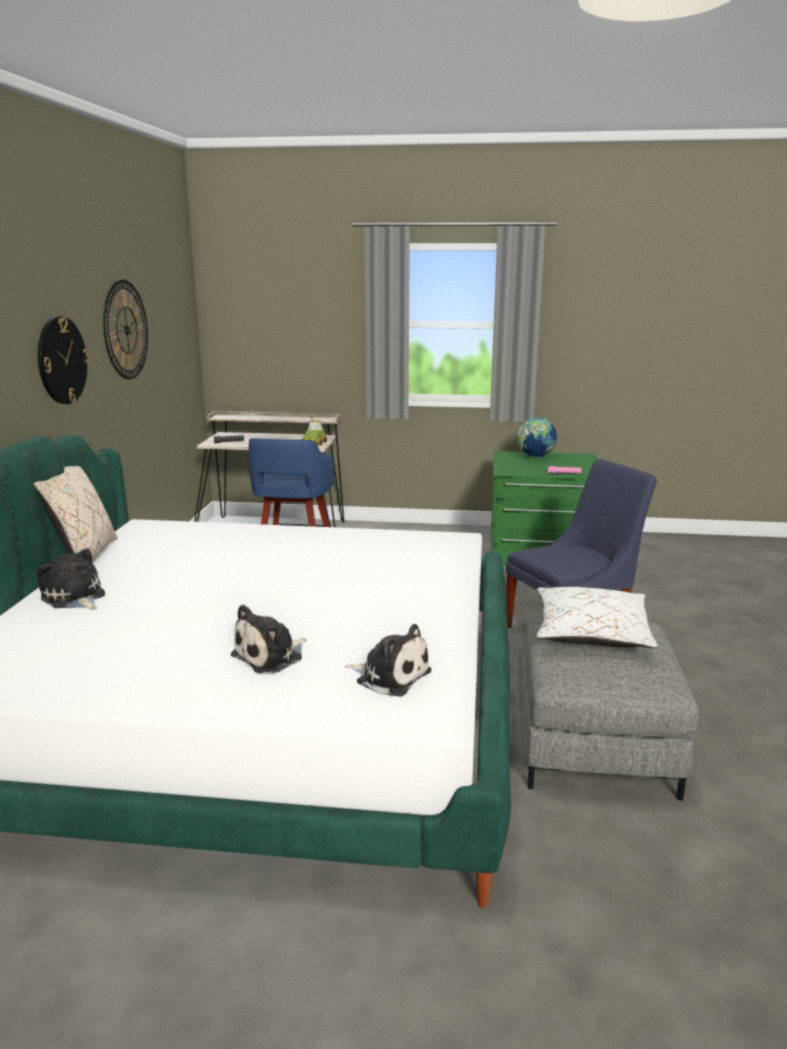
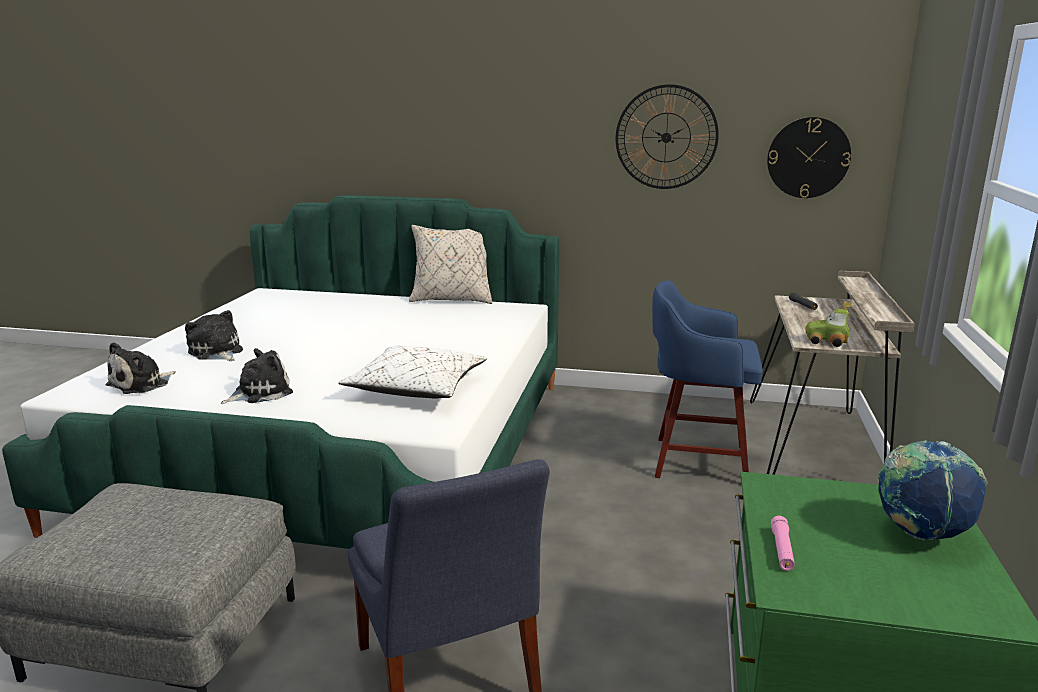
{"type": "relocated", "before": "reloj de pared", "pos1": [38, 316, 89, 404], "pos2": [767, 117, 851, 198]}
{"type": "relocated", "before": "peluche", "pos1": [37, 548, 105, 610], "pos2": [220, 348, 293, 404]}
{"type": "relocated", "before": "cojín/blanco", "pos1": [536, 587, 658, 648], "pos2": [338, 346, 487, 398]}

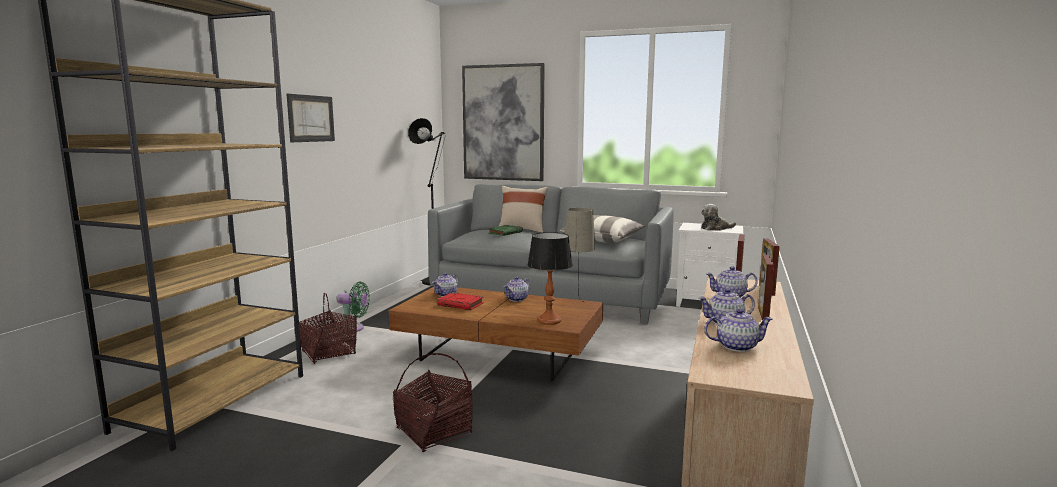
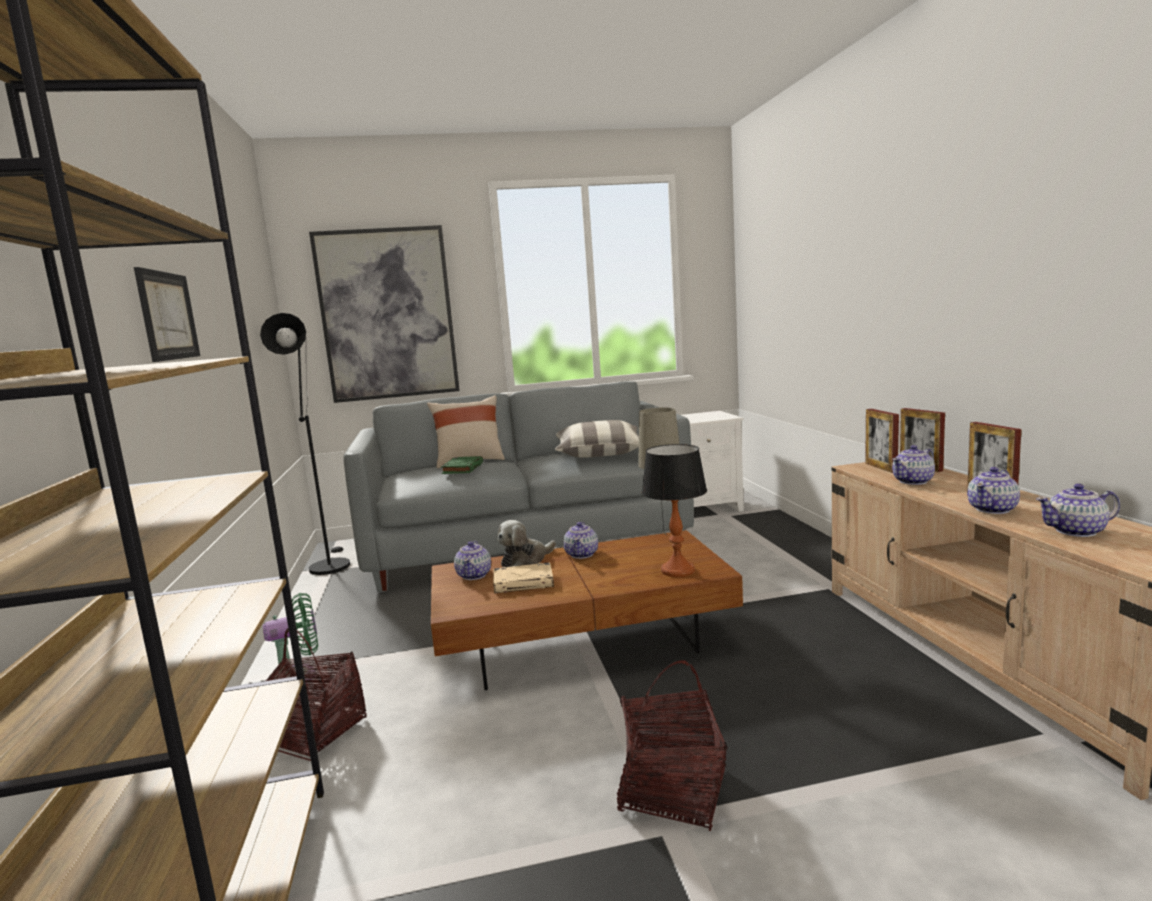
{"type": "relocated", "before": "peluche", "pos1": [701, 204, 736, 230], "pos2": [497, 520, 556, 567]}
{"type": "colour", "before": "libro/rojo", "after": "libro/beis", "pos1": [437, 292, 484, 310], "pos2": [493, 562, 554, 593]}
{"type": "spun", "before": "tetera", "pos1": [704, 309, 773, 352], "pos2": [1036, 484, 1120, 537], "turn": -150}

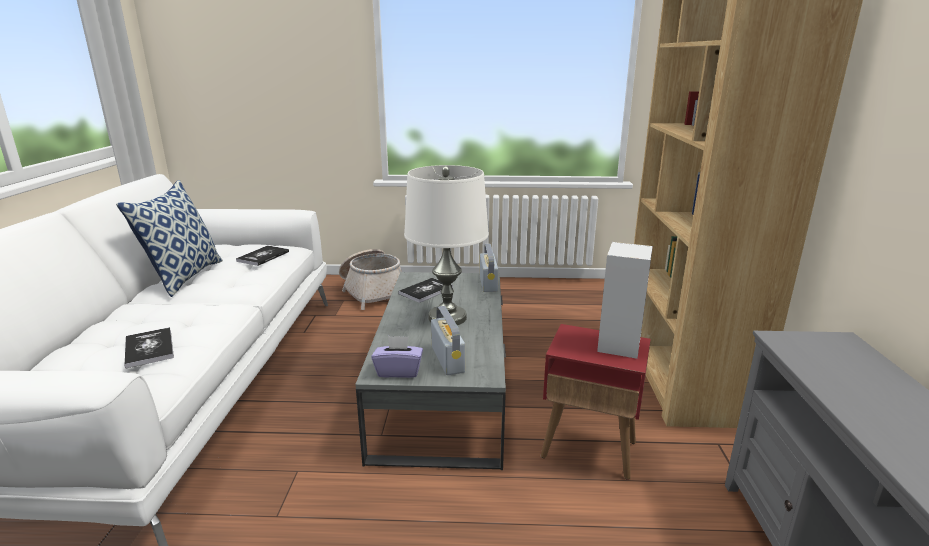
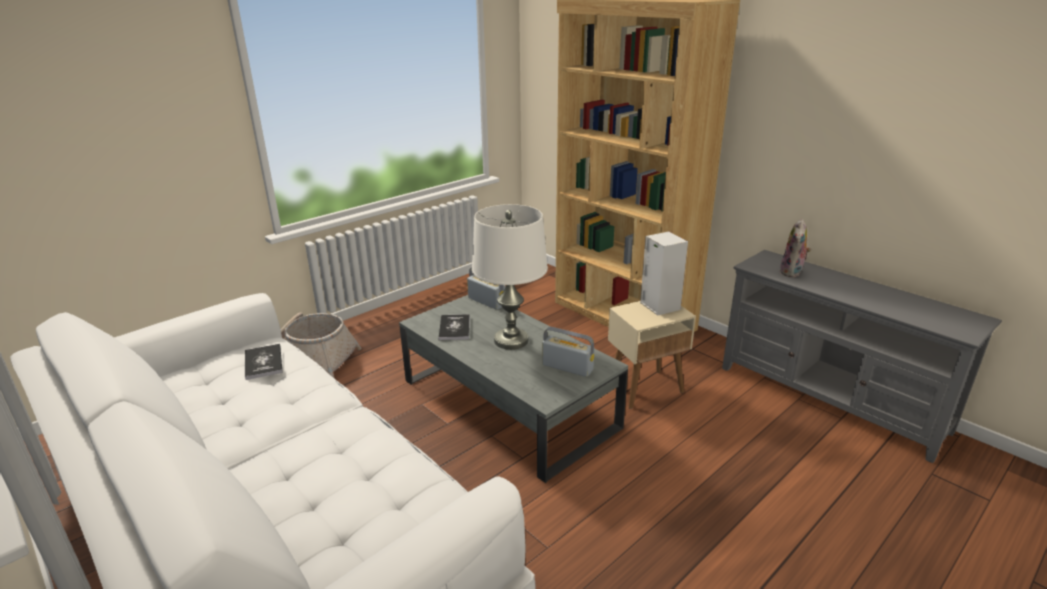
{"type": "missing", "before": "cojín", "pos1": [116, 180, 223, 297]}
{"type": "colour", "before": "mesa auxiliar/rojo", "after": "mesa auxiliar/beis", "pos1": [541, 324, 651, 480], "pos2": [608, 301, 696, 409]}
{"type": "missing", "before": "libro", "pos1": [125, 327, 174, 369]}
{"type": "missing", "before": "caja de pañuelos/morado", "pos1": [371, 336, 423, 378]}
{"type": "appeared", "after": "peluche", "pos2": [780, 219, 811, 277]}

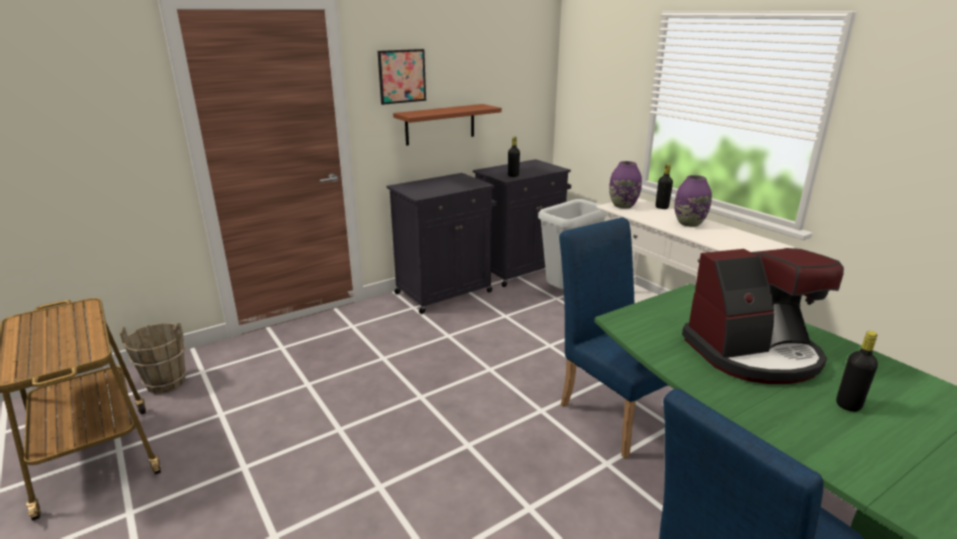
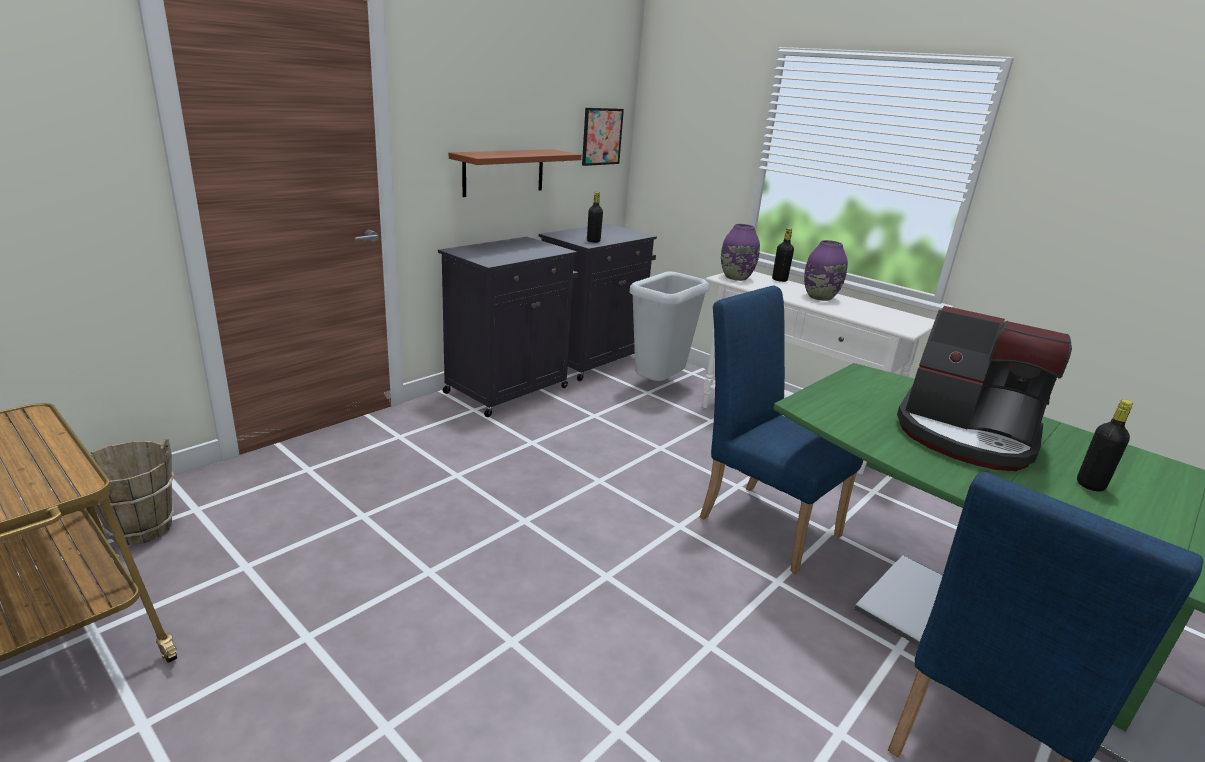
{"type": "relocated", "before": "cuadro", "pos1": [377, 49, 426, 105], "pos2": [582, 108, 624, 166]}
{"type": "spun", "before": "cafetera", "pos1": [682, 248, 844, 384], "pos2": [897, 306, 1072, 471], "turn": 60}

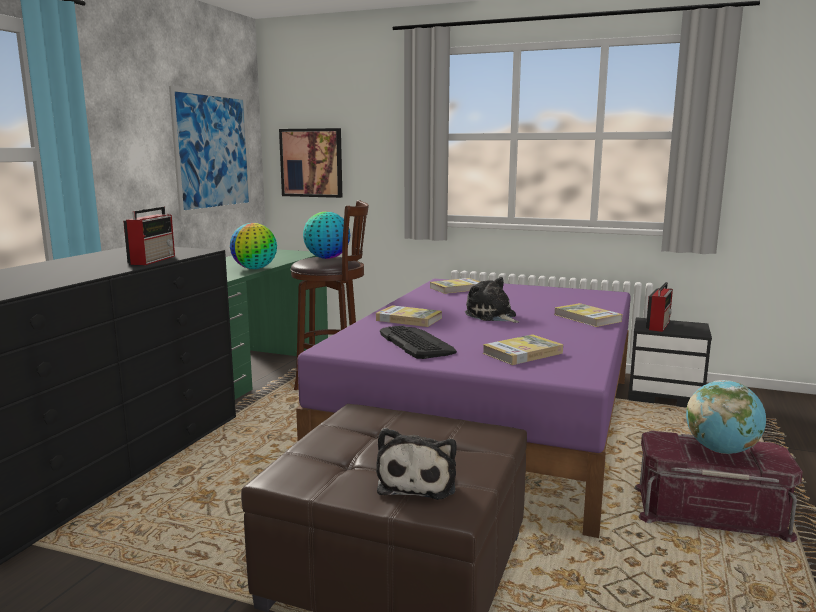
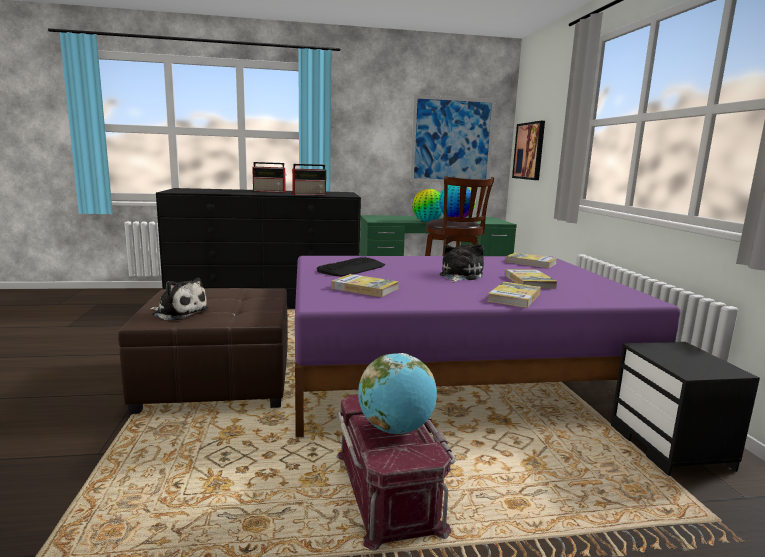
{"type": "relocated", "before": "radio", "pos1": [646, 282, 673, 332], "pos2": [252, 162, 286, 193]}
{"type": "relocated", "before": "libro", "pos1": [376, 305, 442, 327], "pos2": [505, 269, 558, 289]}
{"type": "spun", "before": "peluche", "pos1": [376, 428, 457, 500], "pos2": [150, 278, 209, 320], "turn": -135}

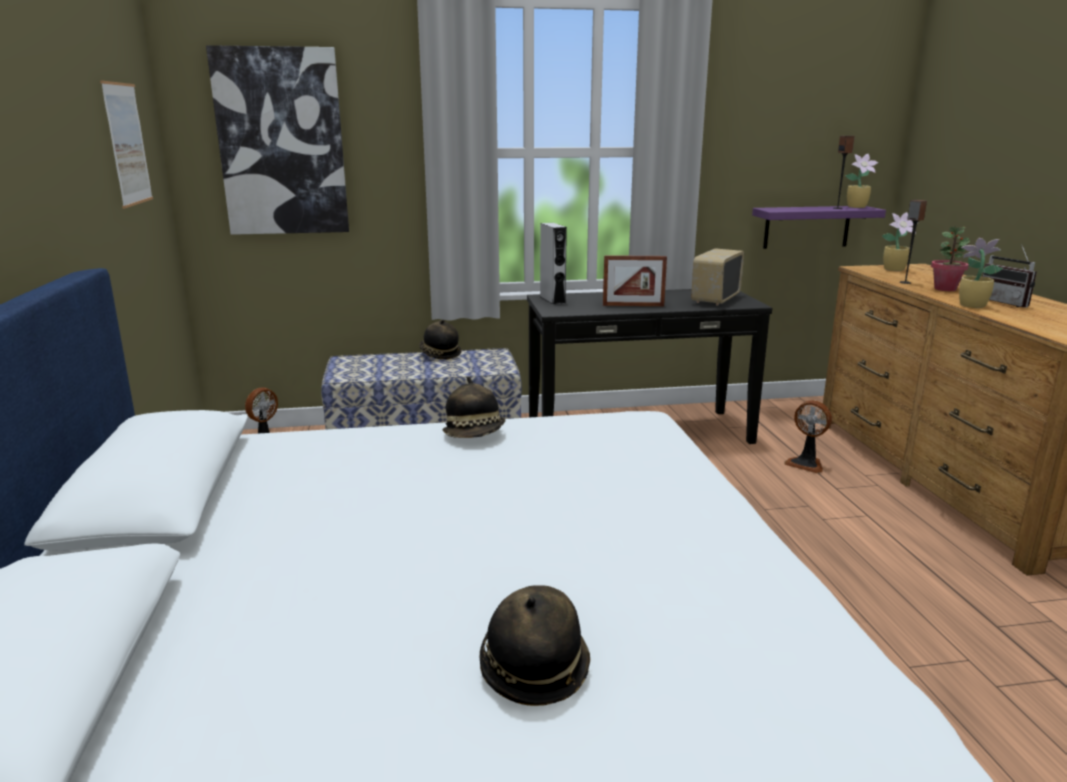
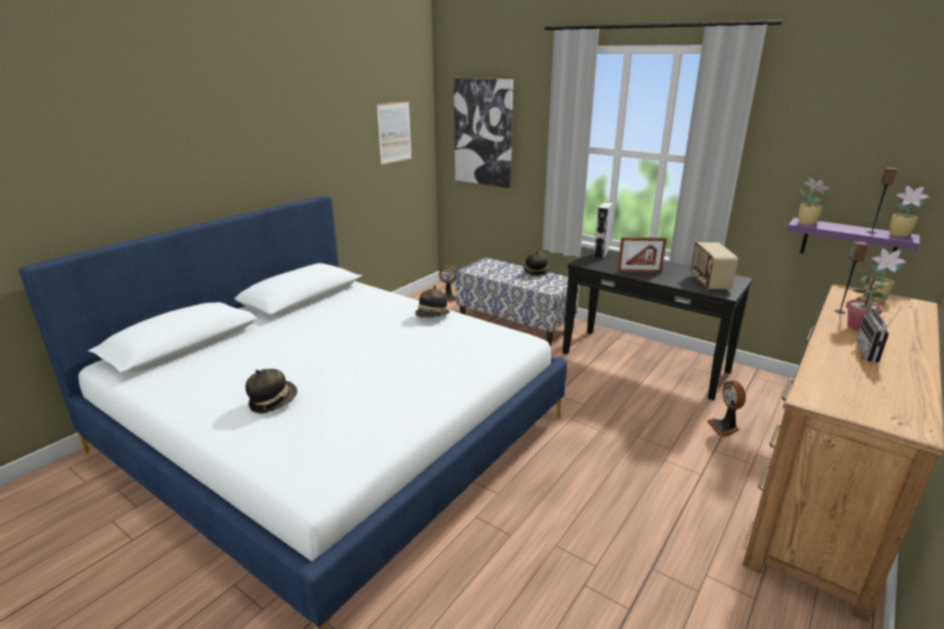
{"type": "relocated", "before": "planta en maceta", "pos1": [959, 238, 1003, 308], "pos2": [798, 178, 830, 225]}
{"type": "spun", "before": "radio", "pos1": [691, 248, 744, 305], "pos2": [691, 242, 738, 290], "turn": -75}
{"type": "spun", "before": "portarretratos", "pos1": [603, 255, 667, 306], "pos2": [617, 237, 667, 273], "turn": -45}

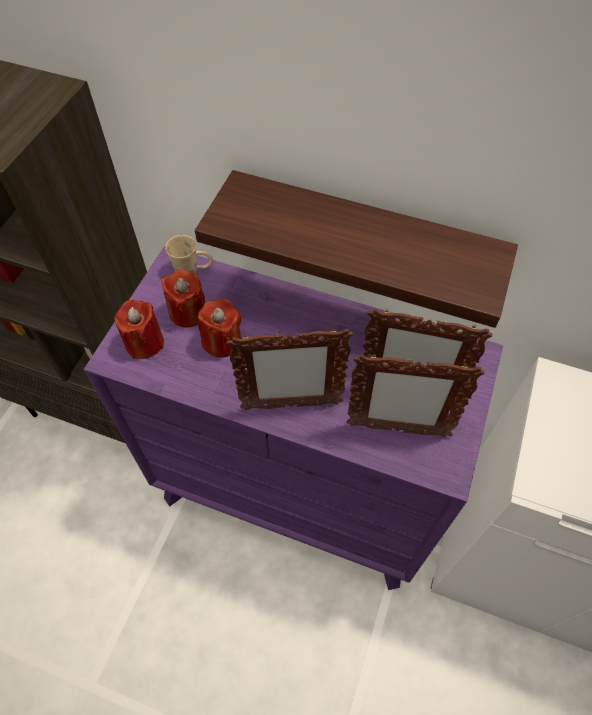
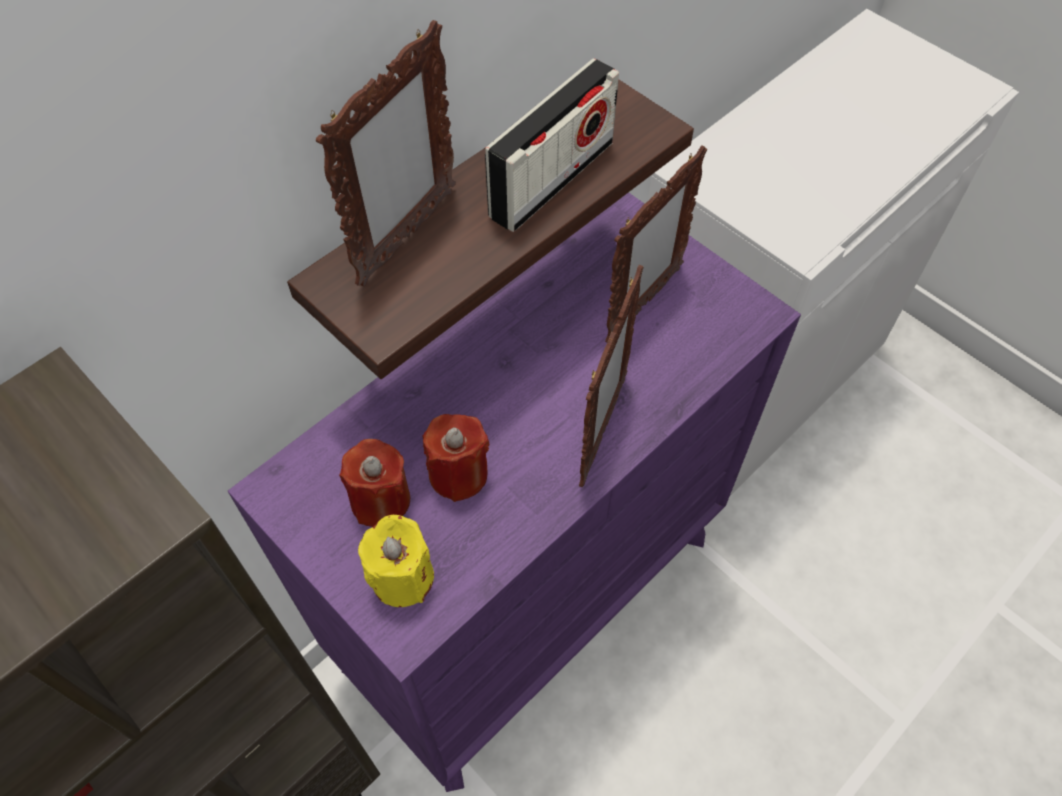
{"type": "missing", "before": "taza grande/beis", "pos1": [165, 235, 214, 273]}
{"type": "colour", "before": "vela/rojo", "after": "vela/amarillo", "pos1": [114, 300, 164, 359], "pos2": [358, 515, 434, 607]}
{"type": "relocated", "before": "portarretratos", "pos1": [347, 354, 485, 437], "pos2": [316, 20, 456, 287]}
{"type": "appeared", "after": "radio", "pos2": [485, 58, 619, 232]}

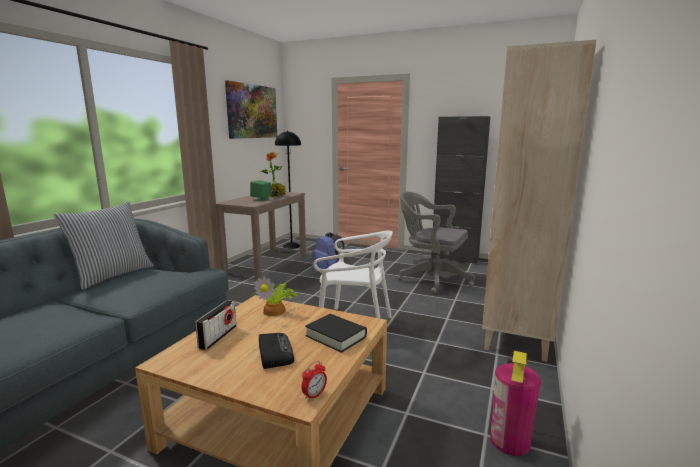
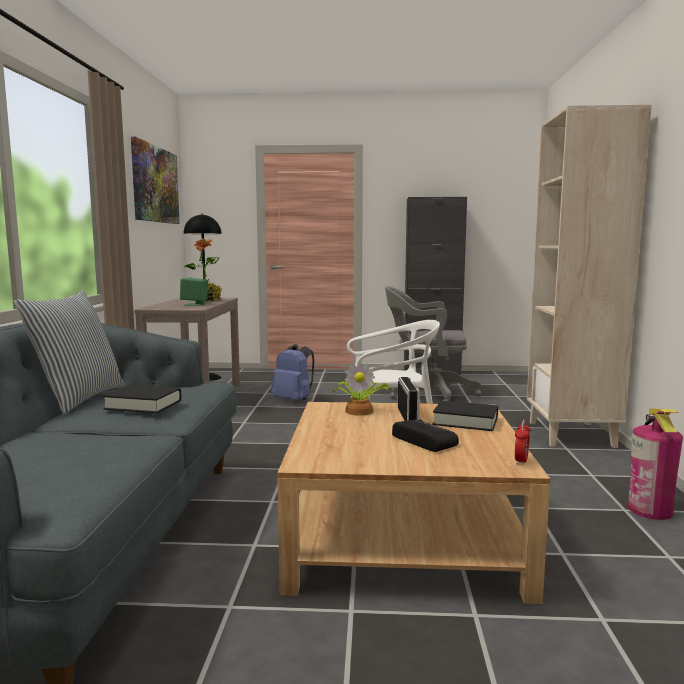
{"type": "relocated", "before": "radio", "pos1": [195, 300, 236, 350], "pos2": [398, 377, 420, 421]}
{"type": "appeared", "after": "libro/negro", "pos2": [103, 385, 181, 413]}

